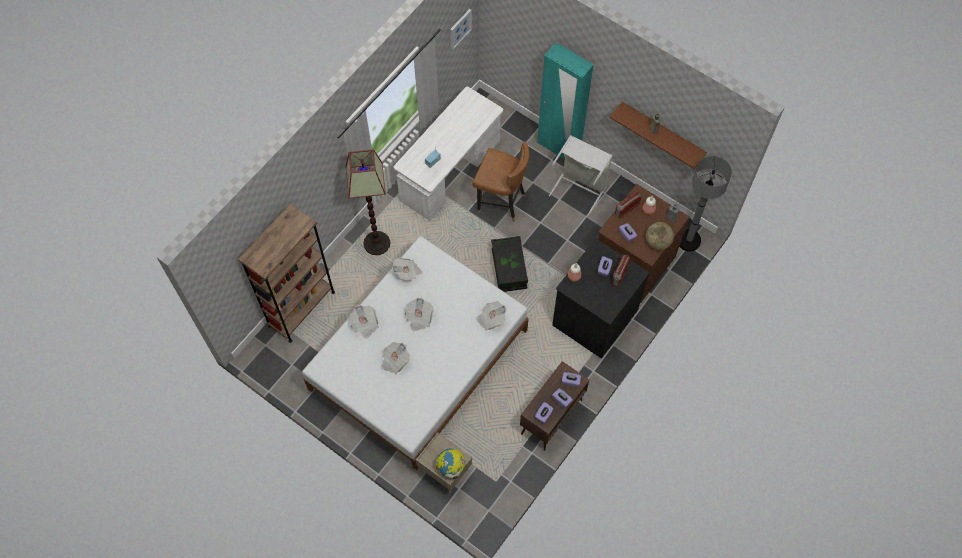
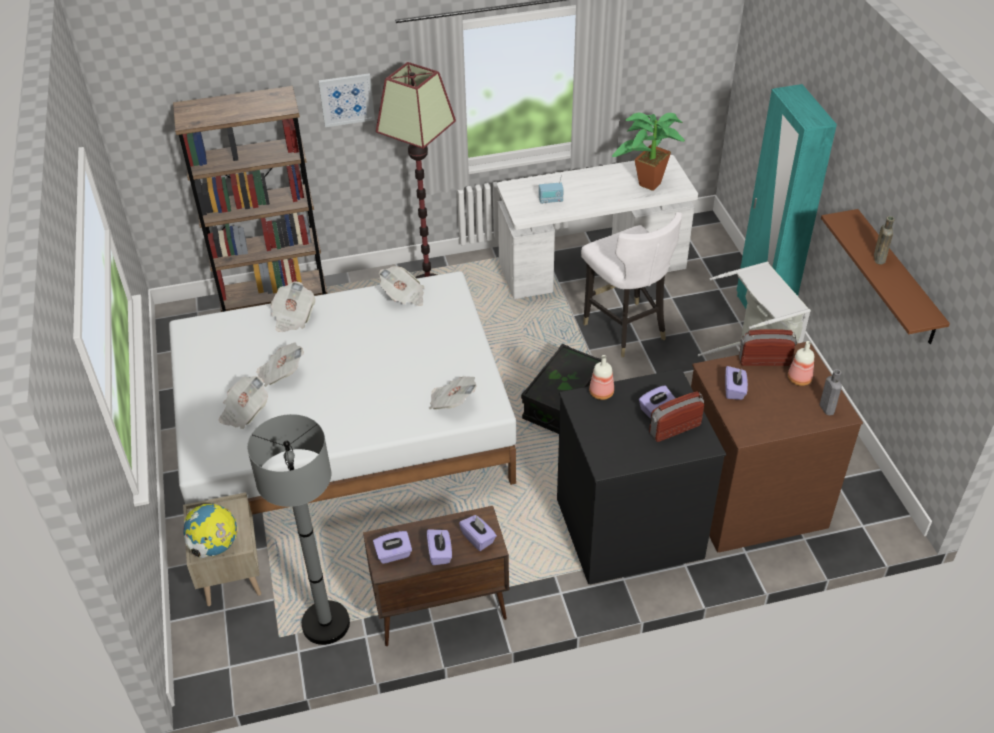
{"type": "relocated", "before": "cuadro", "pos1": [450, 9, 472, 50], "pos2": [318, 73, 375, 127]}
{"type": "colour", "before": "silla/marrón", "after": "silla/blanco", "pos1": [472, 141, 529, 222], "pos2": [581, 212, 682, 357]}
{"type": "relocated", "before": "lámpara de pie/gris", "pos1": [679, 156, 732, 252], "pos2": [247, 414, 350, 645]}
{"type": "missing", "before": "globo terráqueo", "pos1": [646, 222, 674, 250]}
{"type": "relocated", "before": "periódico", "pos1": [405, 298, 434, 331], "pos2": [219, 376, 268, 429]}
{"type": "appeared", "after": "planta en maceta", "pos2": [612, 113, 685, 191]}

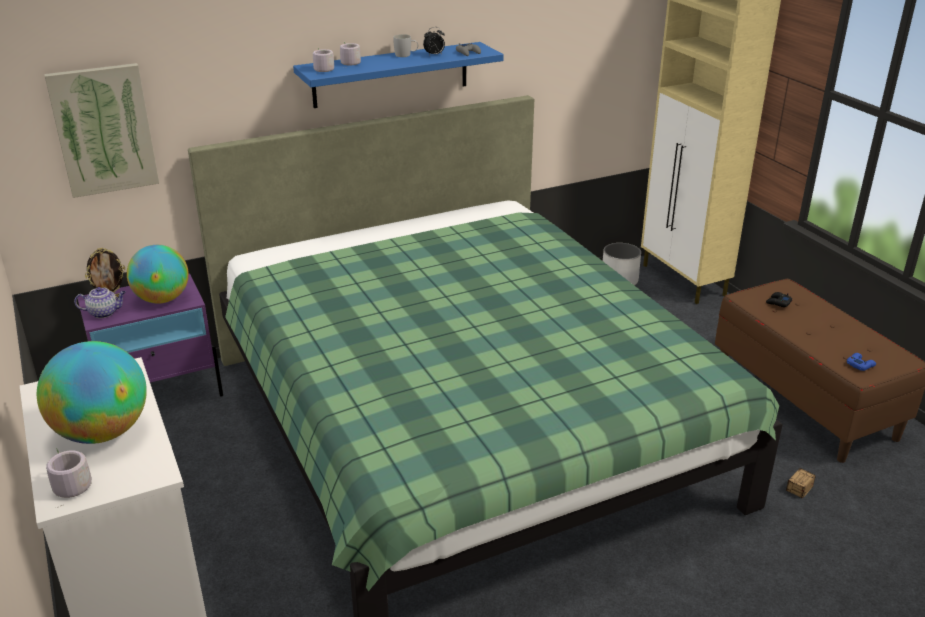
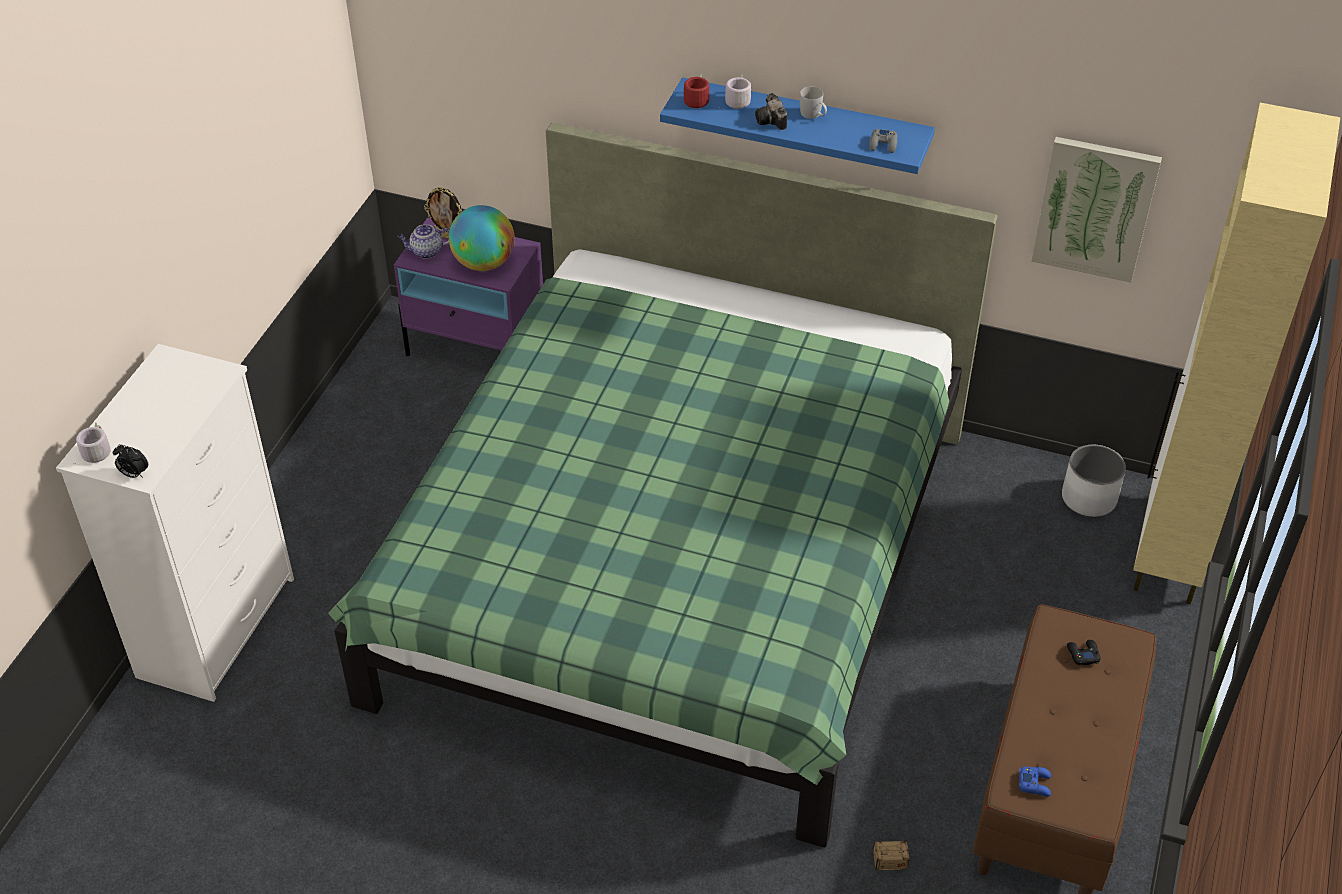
{"type": "relocated", "before": "despertador", "pos1": [423, 27, 445, 55], "pos2": [113, 444, 148, 478]}
{"type": "colour", "before": "taza grande/gris", "after": "taza grande/rojo", "pos1": [313, 48, 334, 72], "pos2": [684, 73, 709, 108]}
{"type": "relocated", "before": "cuadro", "pos1": [44, 63, 159, 198], "pos2": [1031, 137, 1162, 283]}
{"type": "spun", "before": "tetera", "pos1": [74, 287, 126, 318], "pos2": [398, 224, 450, 259], "turn": 135}
{"type": "missing", "before": "globo terráqueo", "pos1": [37, 341, 147, 444]}
{"type": "appeared", "after": "cámara", "pos2": [755, 93, 787, 130]}

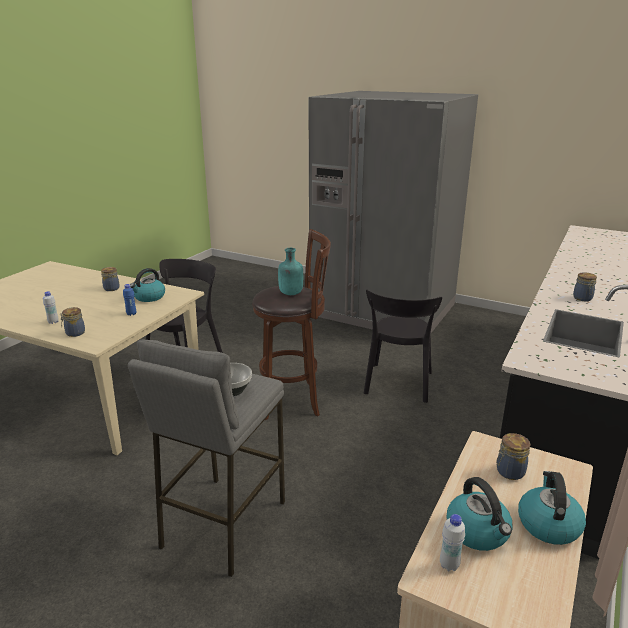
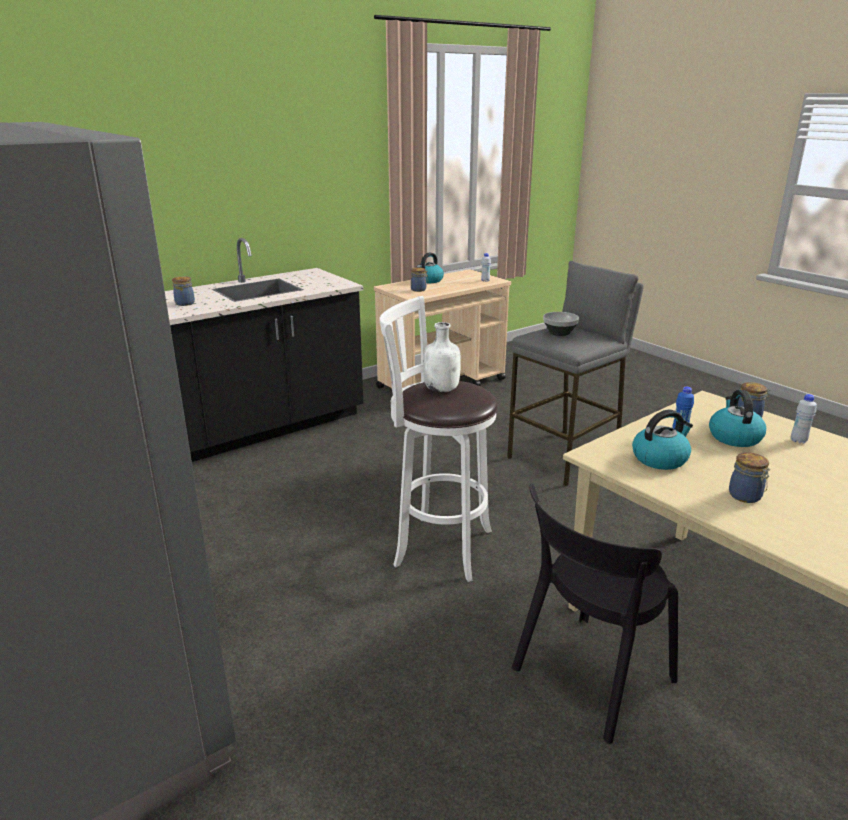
{"type": "colour", "before": "taburete/marrón", "after": "taburete/blanco", "pos1": [252, 229, 331, 420], "pos2": [379, 296, 498, 582]}
{"type": "colour", "before": "botella/turquesa", "after": "botella/blanco", "pos1": [278, 248, 303, 295], "pos2": [423, 322, 461, 393]}
{"type": "missing", "before": "silla/negro", "pos1": [364, 290, 442, 403]}
{"type": "relocated", "before": "hervidor", "pos1": [446, 477, 513, 551], "pos2": [709, 390, 766, 447]}

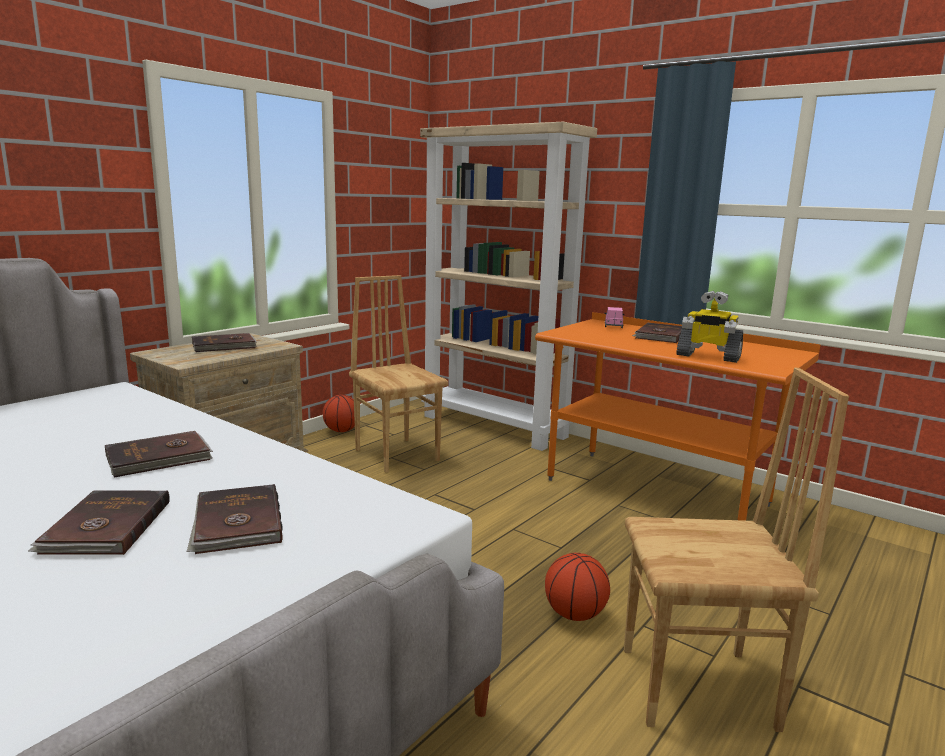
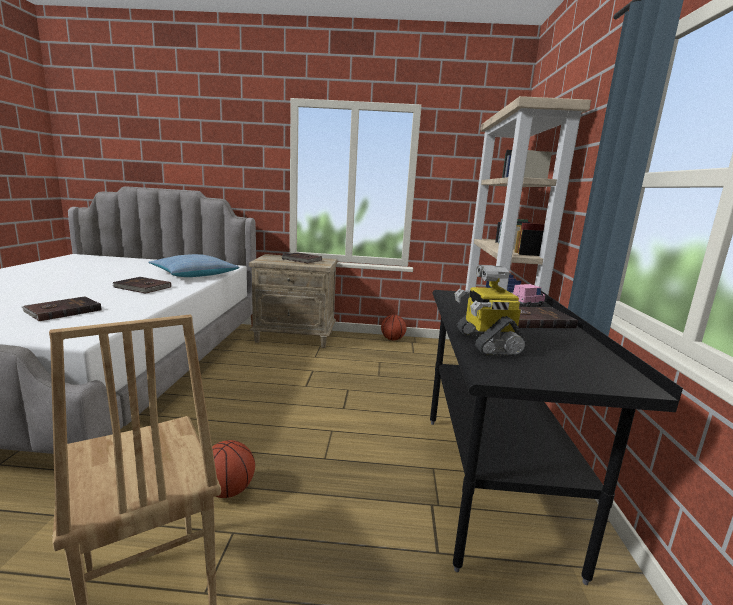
{"type": "missing", "before": "silla/marrón", "pos1": [349, 275, 448, 473]}
{"type": "colour", "before": "escritorio/naranja", "after": "escritorio/negro", "pos1": [535, 312, 820, 521], "pos2": [430, 290, 683, 585]}
{"type": "missing", "before": "libro/marrón", "pos1": [28, 490, 170, 555]}
{"type": "appeared", "after": "cojín", "pos2": [148, 254, 239, 277]}

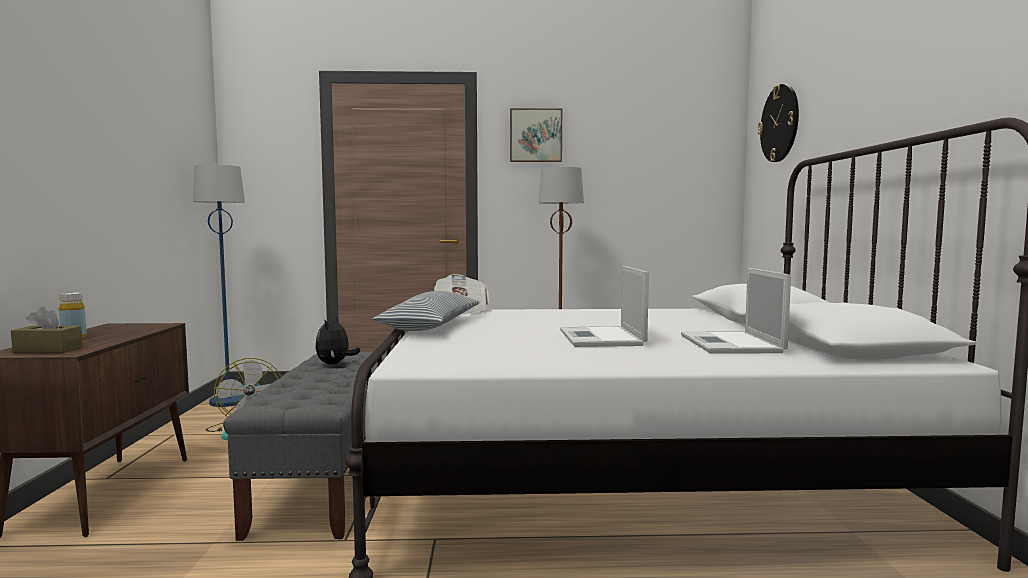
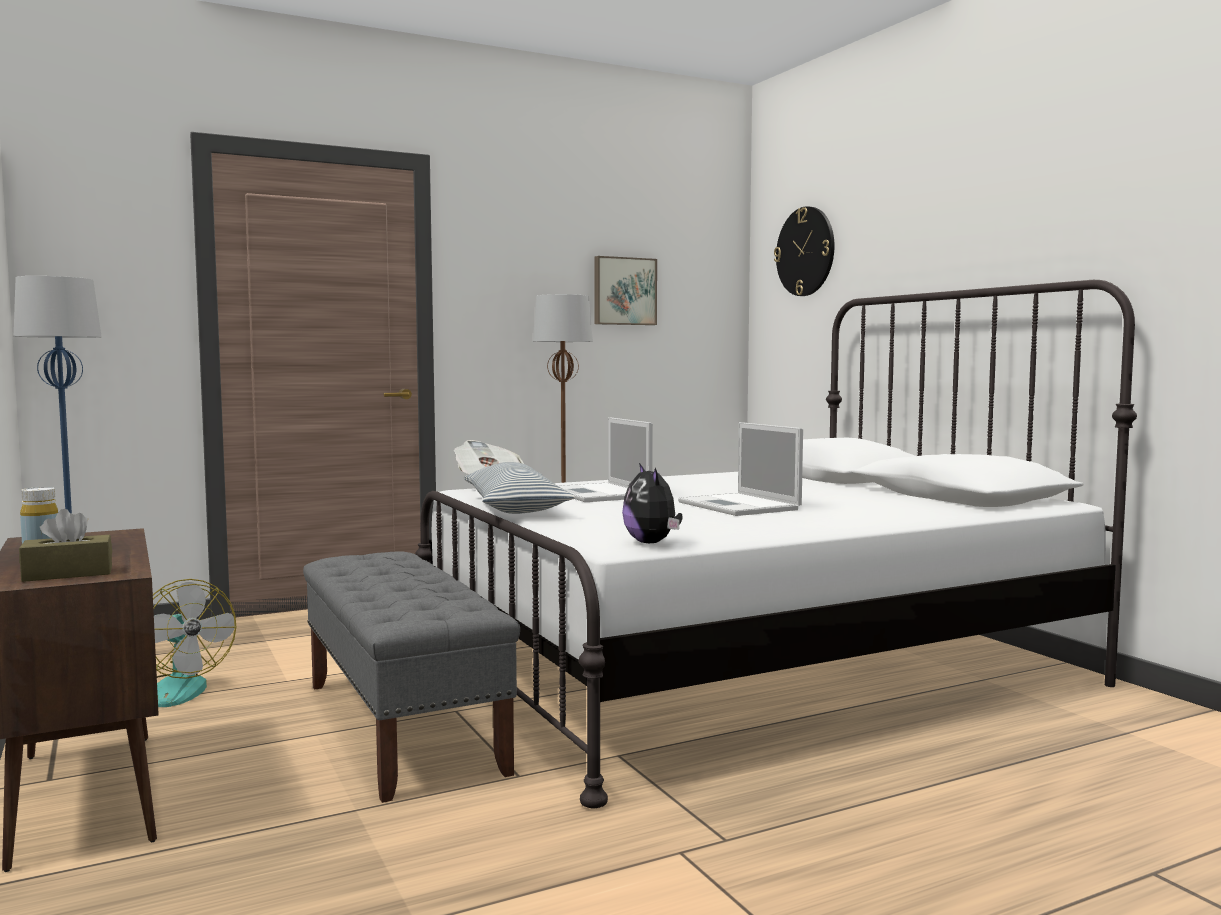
{"type": "relocated", "before": "cuadro", "pos1": [510, 108, 562, 162], "pos2": [595, 256, 657, 325]}
{"type": "relocated", "before": "portátil", "pos1": [681, 268, 791, 354], "pos2": [559, 417, 653, 502]}
{"type": "relocated", "before": "peluche", "pos1": [315, 316, 360, 364], "pos2": [622, 463, 683, 543]}

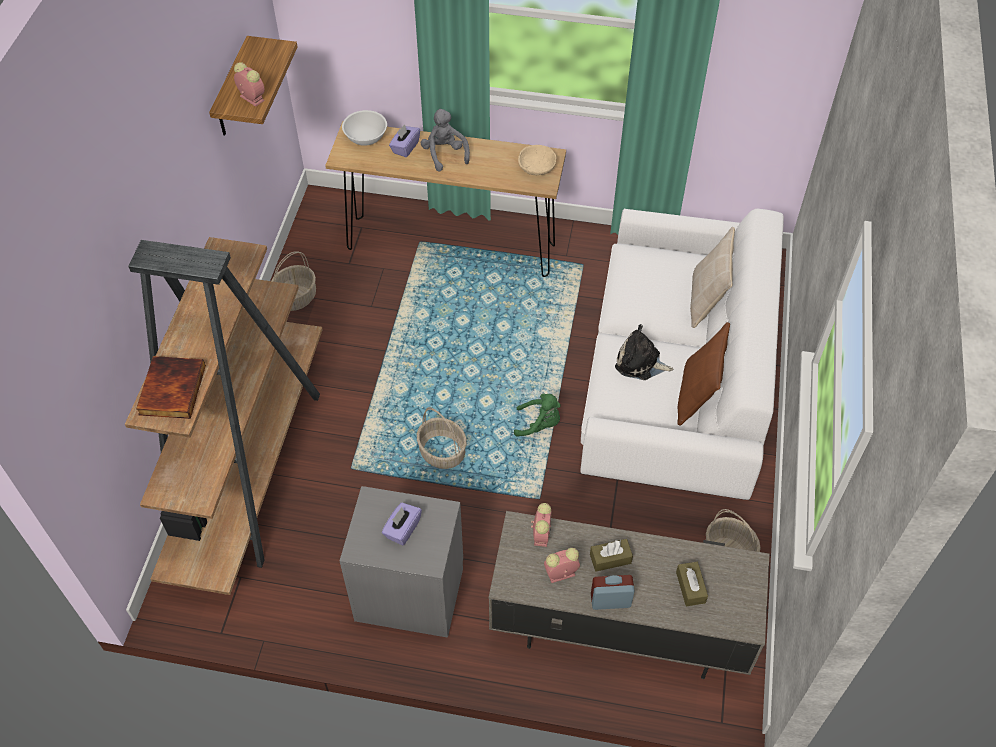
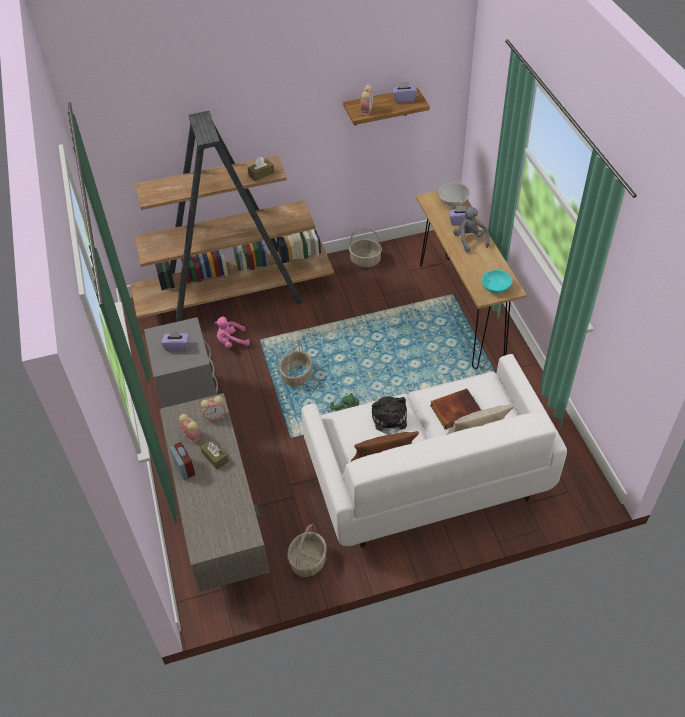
{"type": "spun", "before": "peluche/gris", "pos1": [421, 109, 470, 172], "pos2": [453, 206, 490, 253], "turn": -60}
{"type": "colour", "before": "cuenco/beis", "after": "cuenco/turquesa", "pos1": [518, 145, 557, 175], "pos2": [482, 270, 513, 293]}
{"type": "relocated", "before": "libro", "pos1": [136, 356, 206, 419], "pos2": [430, 389, 481, 429]}
{"type": "relocated", "before": "caja de pañuelos/marrón", "pos1": [676, 562, 708, 606], "pos2": [248, 157, 274, 181]}
{"type": "appeared", "after": "caja de pañuelos/morado", "pos2": [392, 81, 417, 103]}
{"type": "appeared", "after": "peluche/rosa", "pos2": [214, 317, 250, 348]}

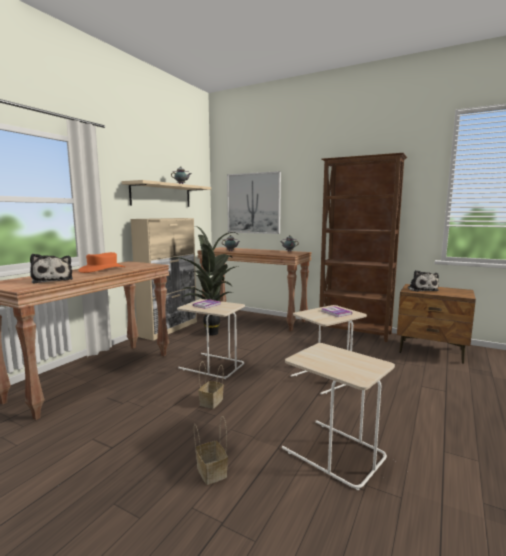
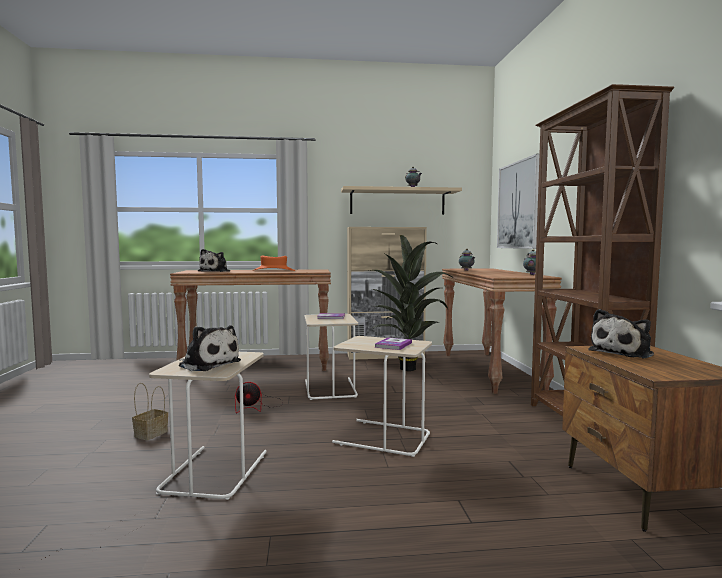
{"type": "exchanged", "before": "cesta", "after": "ventilador", "pos1": [198, 361, 224, 409], "pos2": [235, 382, 283, 413]}
{"type": "appeared", "after": "peluche", "pos2": [179, 325, 241, 371]}

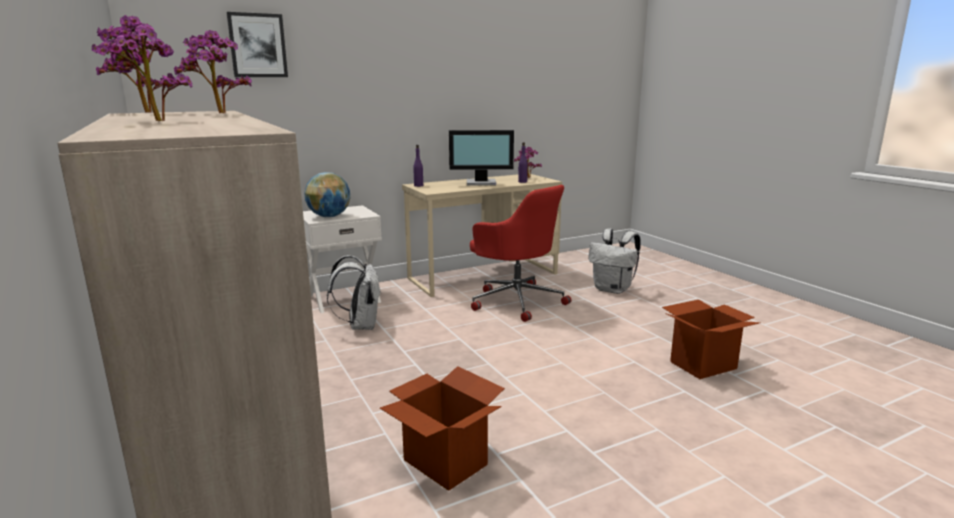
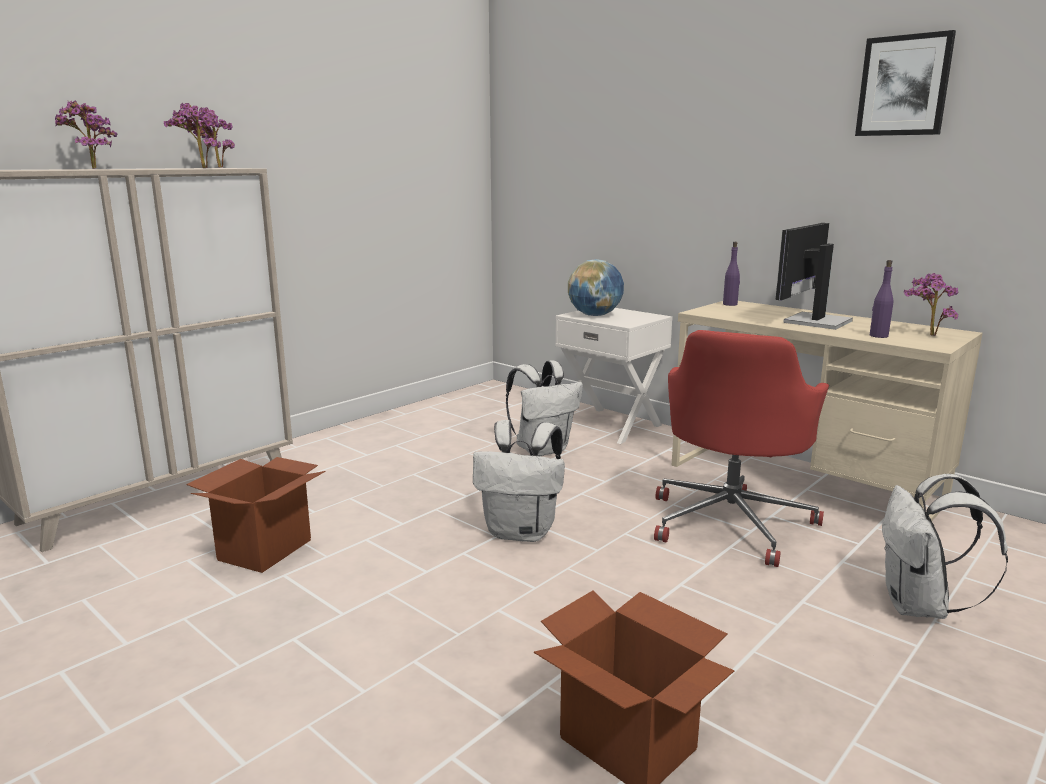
{"type": "relocated", "before": "cuadro", "pos1": [226, 12, 288, 77], "pos2": [855, 30, 956, 136]}
{"type": "spun", "before": "monitor", "pos1": [449, 130, 514, 186], "pos2": [775, 223, 853, 330], "turn": 60}
{"type": "appeared", "after": "mochila/blanco", "pos2": [473, 420, 565, 542]}

